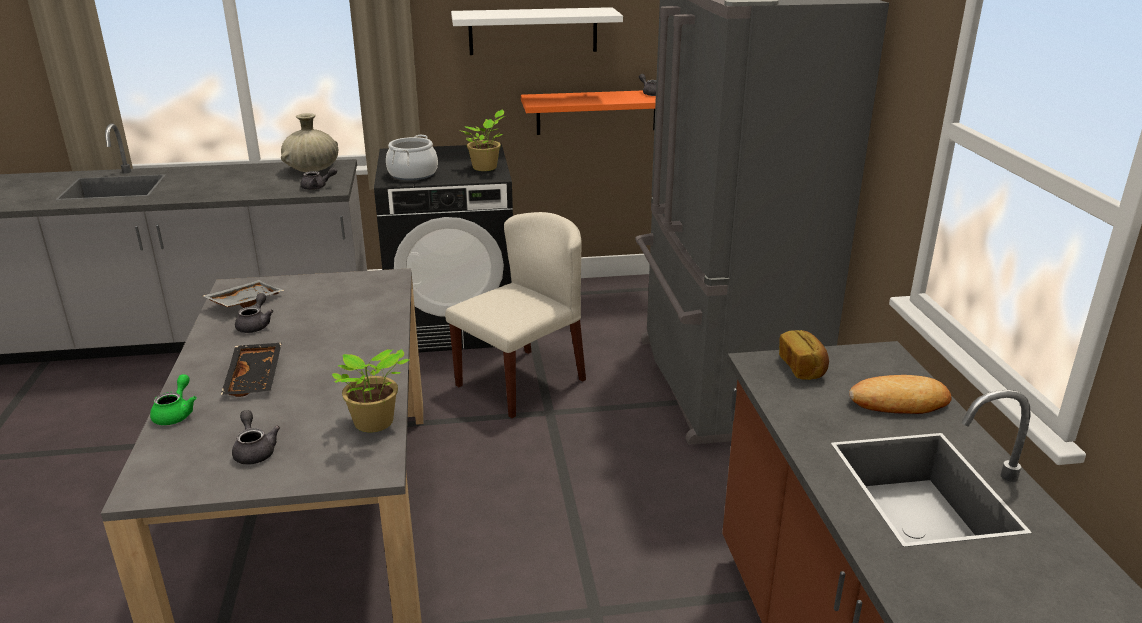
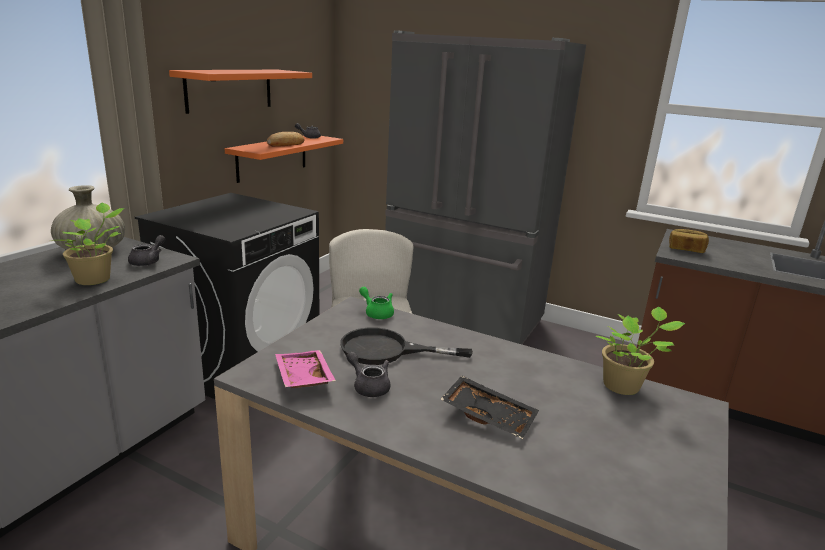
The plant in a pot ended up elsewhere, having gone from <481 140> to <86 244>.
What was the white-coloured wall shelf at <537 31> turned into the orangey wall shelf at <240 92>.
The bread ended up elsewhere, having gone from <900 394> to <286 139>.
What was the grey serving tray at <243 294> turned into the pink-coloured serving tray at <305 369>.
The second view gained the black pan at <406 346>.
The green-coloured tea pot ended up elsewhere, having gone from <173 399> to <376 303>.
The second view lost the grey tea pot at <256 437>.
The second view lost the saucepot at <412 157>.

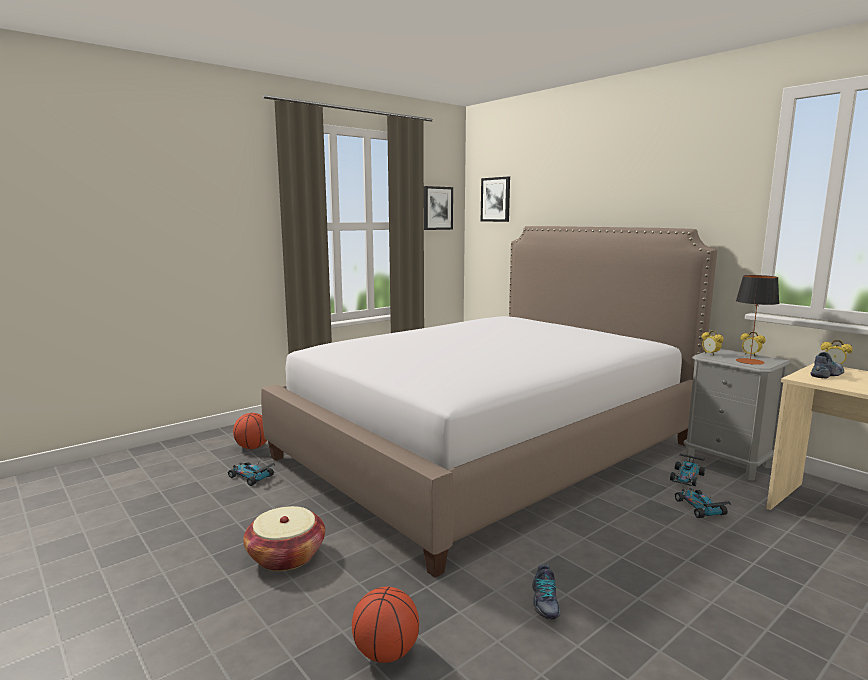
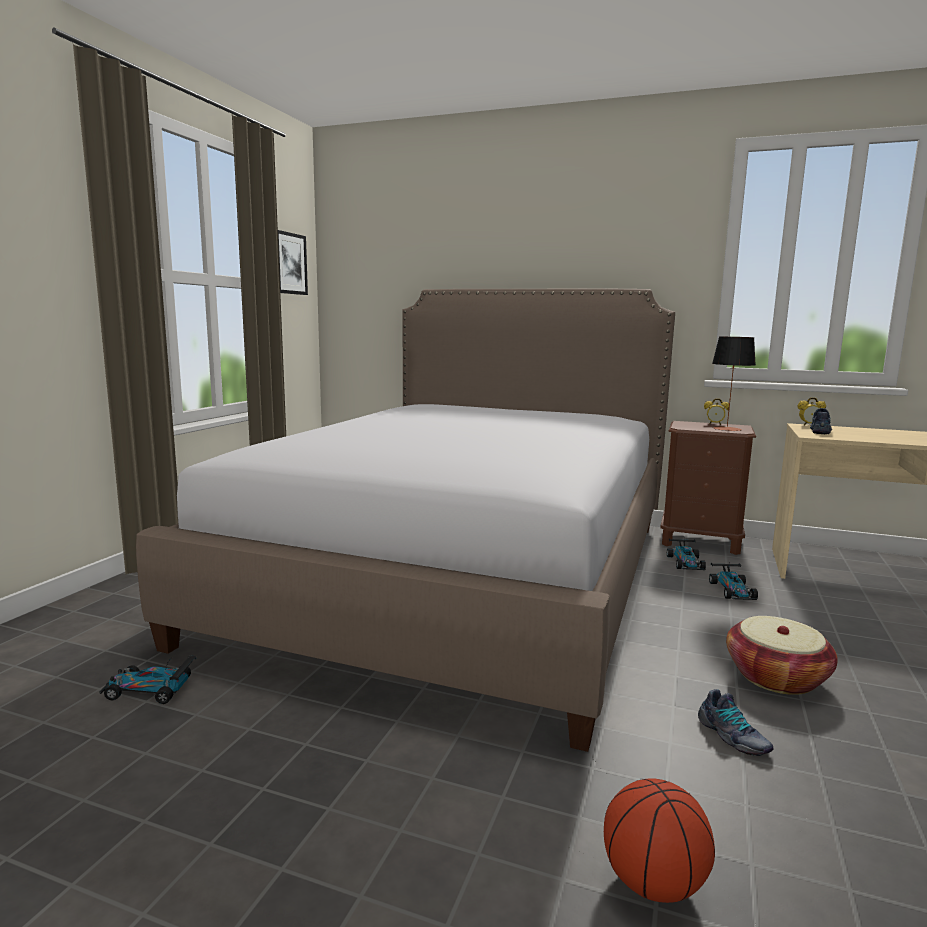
What was the grey nightstand at <737 415> turned into the brown-coloured nightstand at <708 488>.
The toy car at <702 502> ended up facing another way, 135 degrees counterclockwise from before.
The household basket ended up elsewhere, having gone from <284 538> to <782 655>.
The second view lost the basketball at <250 431>.
The second view lost the wall picture at <495 199>.
The second view lost the table clock at <713 343>.

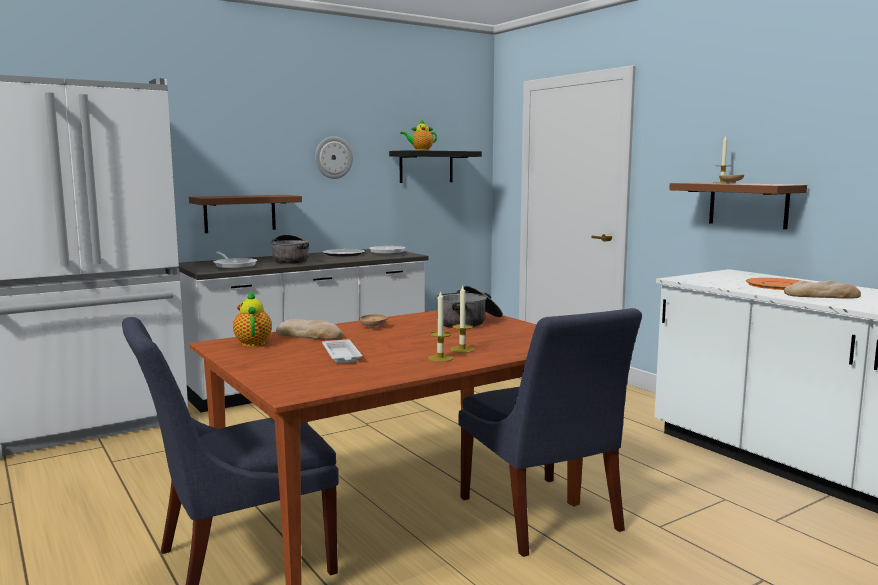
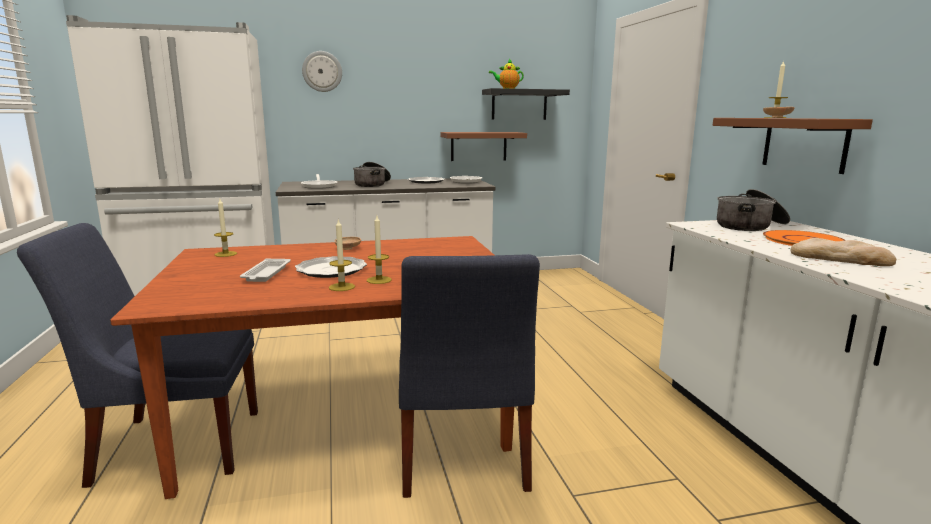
Where the tea pot stood at <252 319>, the wax candle came to stand at <225 228>.
The second view gained the dinner plate at <331 267>.
The hanging clock ended up elsewhere, having gone from <334 157> to <322 71>.
The brown-coloured wall shelf ended up elsewhere, having gone from <245 214> to <484 146>.
The saucepot ended up elsewhere, having gone from <469 307> to <753 210>.
The second view lost the bread at <309 329>.

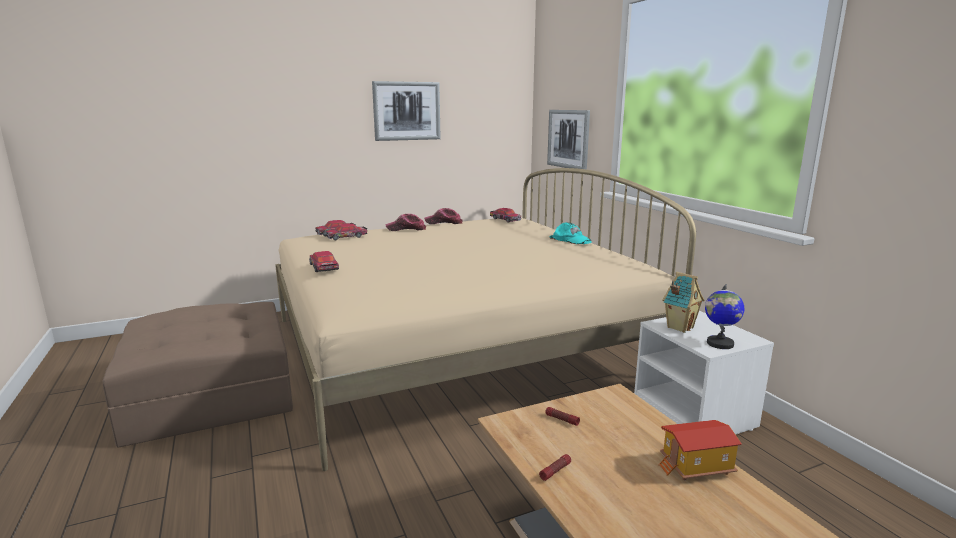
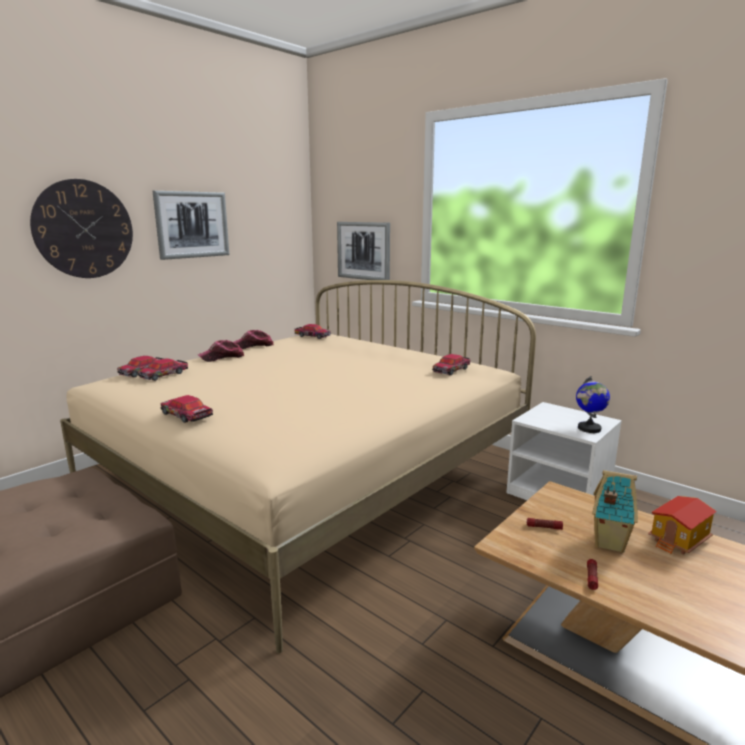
The second view gained the hanging clock at <81 228>.
The second view gained the toy car at <451 364>.
The miniature house ended up elsewhere, having gone from <683 302> to <615 511>.
The second view lost the turquoise-coloured baseball cap at <570 233>.

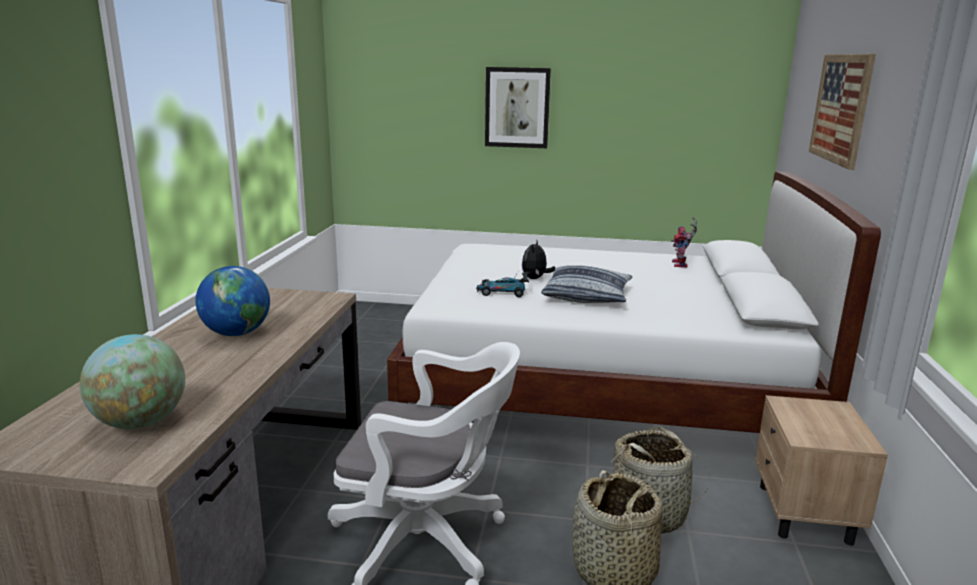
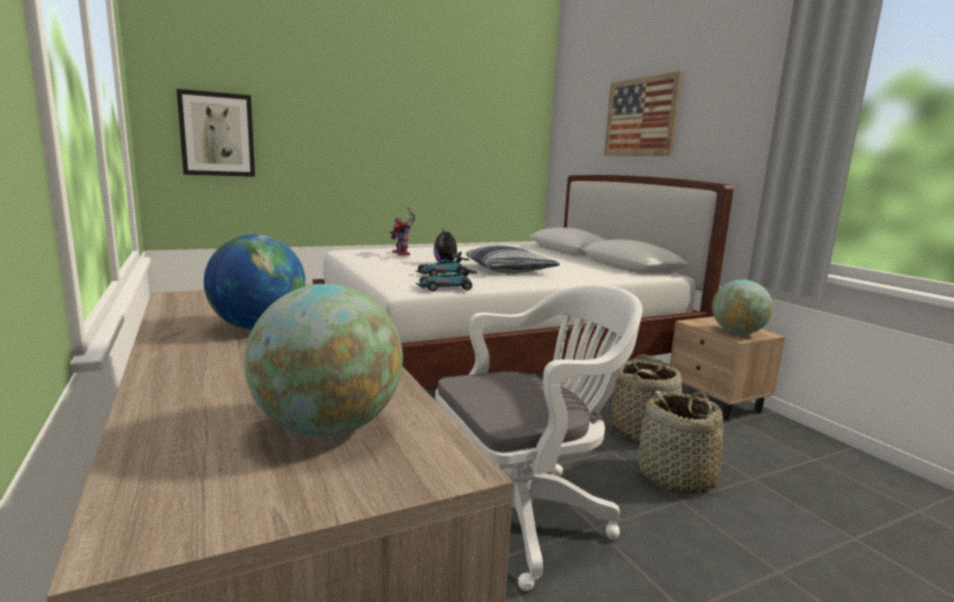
The wall picture ended up elsewhere, having gone from <518 107> to <216 133>.
The model robot ended up elsewhere, having gone from <684 242> to <402 231>.
The second view gained the toy car at <446 279>.
The second view gained the world globe at <742 307>.

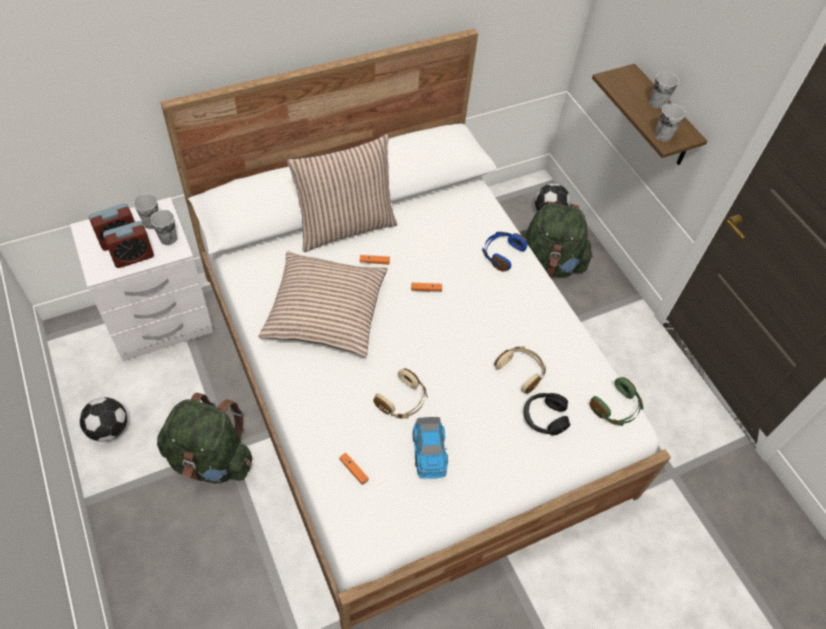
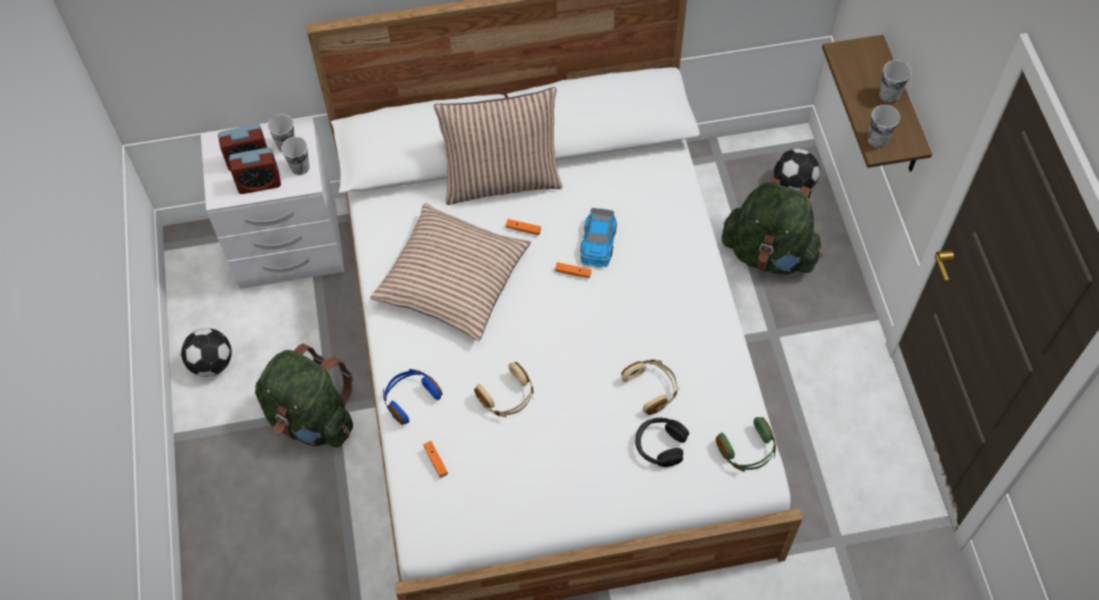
The blue-coloured headset ended up elsewhere, having gone from <505 252> to <412 397>.
The toy car ended up elsewhere, having gone from <430 448> to <598 237>.

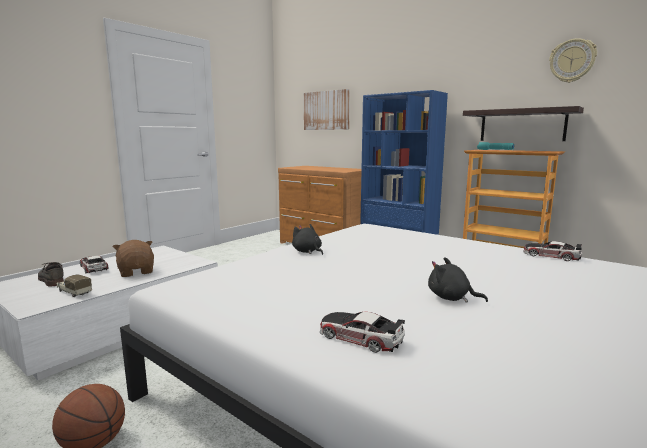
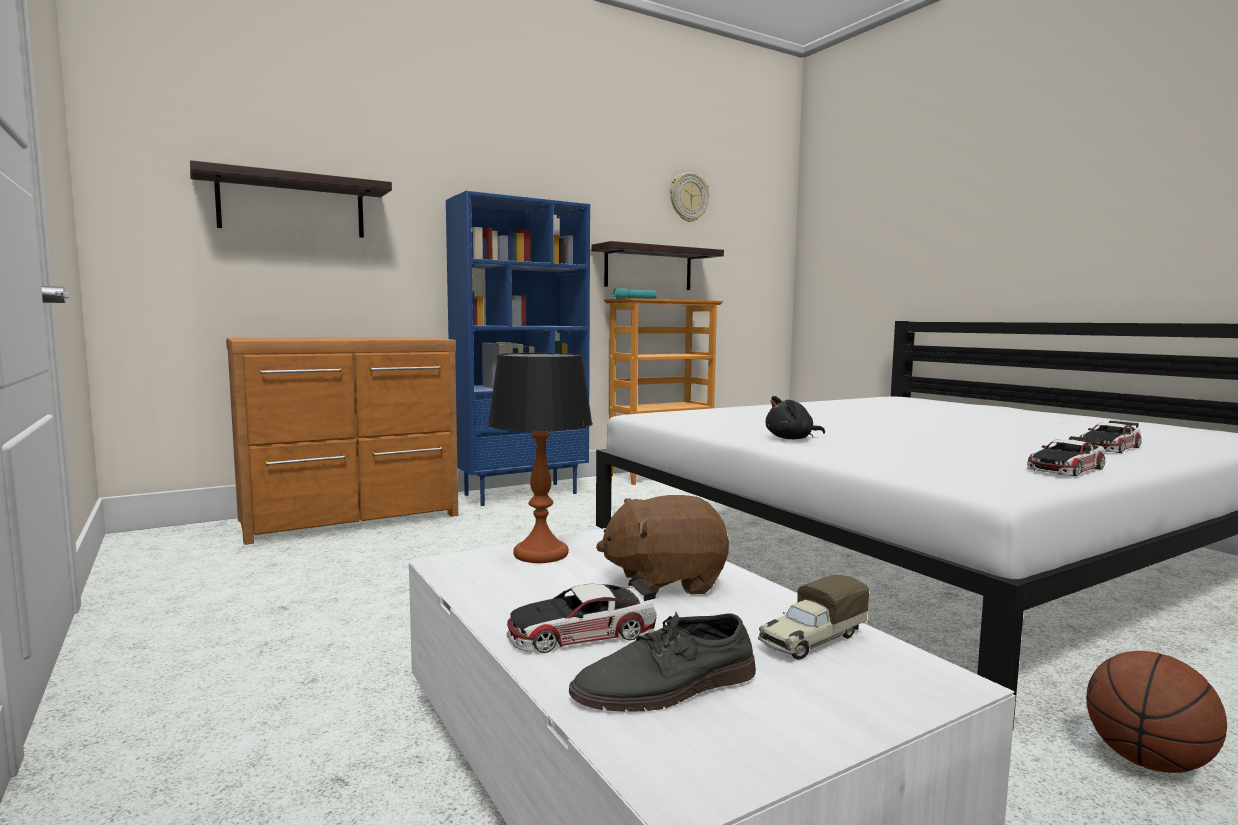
Where the wall picture hung at <327 109>, the wall shelf came to hang at <291 199>.
The second view gained the lamp for a table at <540 458>.
The toy car ended up elsewhere, having gone from <552 251> to <1066 456>.
The second view lost the black soft toy at <458 280>.

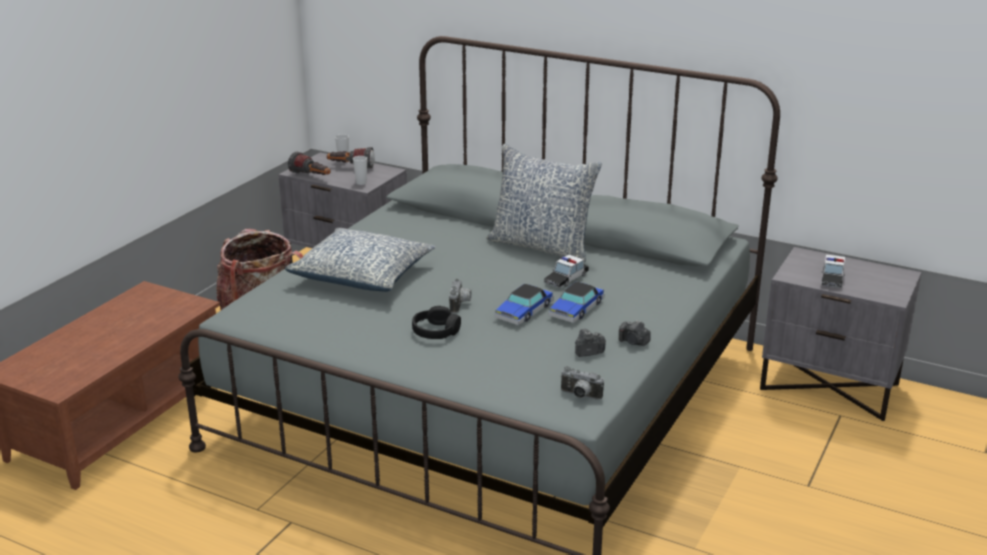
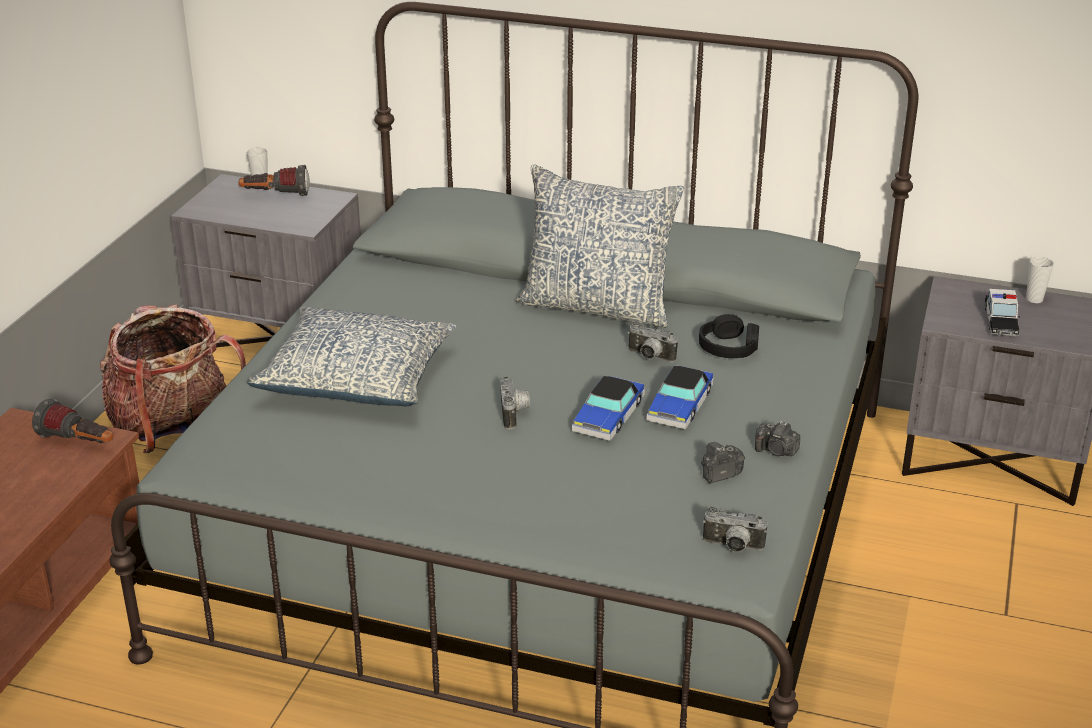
The hand torch ended up elsewhere, having gone from <309 163> to <72 421>.
Where the toy car stood at <566 271>, the photo camera came to stand at <653 341>.
The black headset ended up elsewhere, having gone from <436 322> to <729 336>.
The cup ended up elsewhere, having gone from <360 170> to <1040 280>.

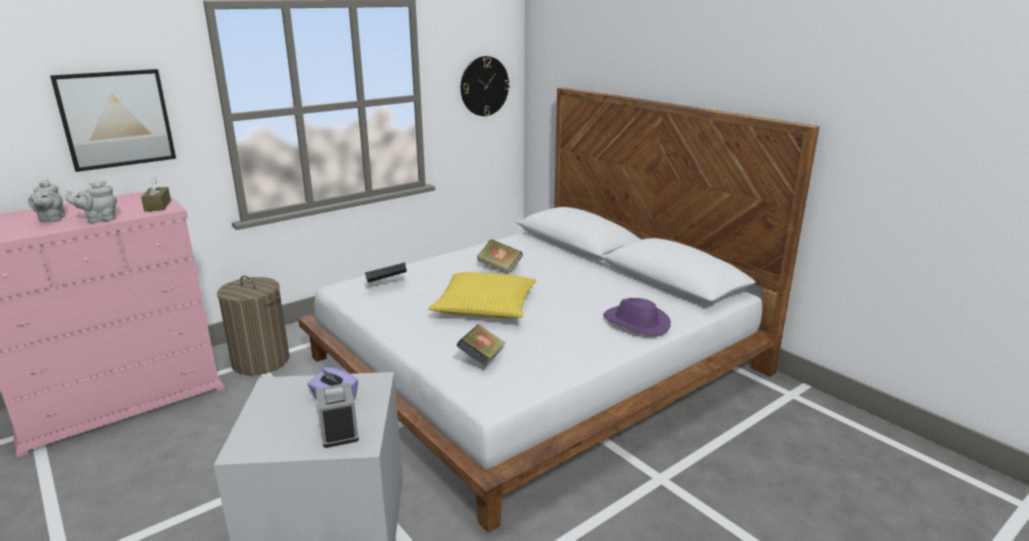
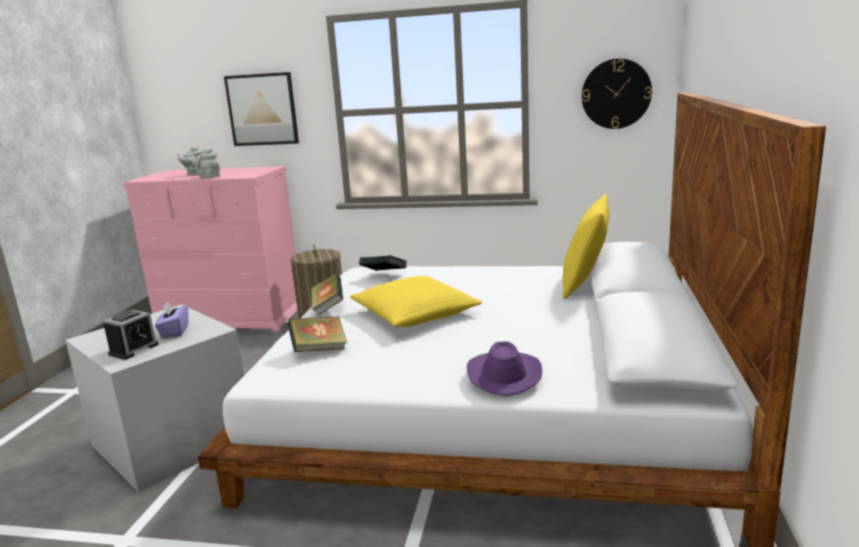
The bound book ended up elsewhere, having gone from <500 257> to <327 294>.
The second view gained the yellow-coloured throw pillow at <586 246>.
The second view lost the brown-coloured tissue box at <156 195>.

